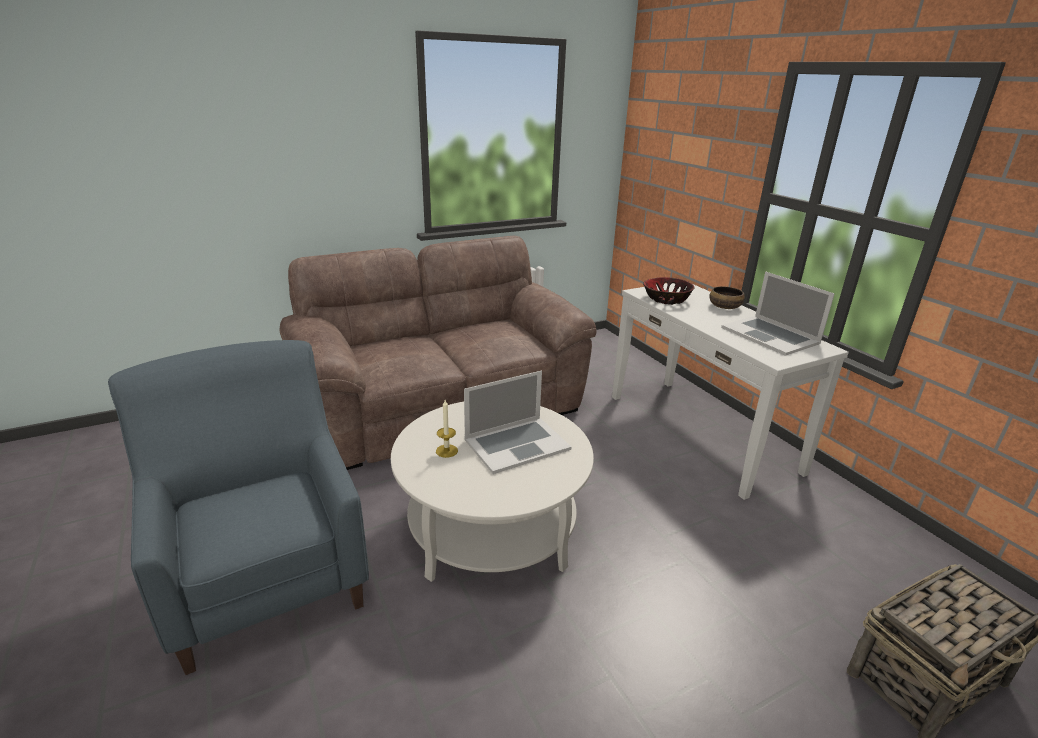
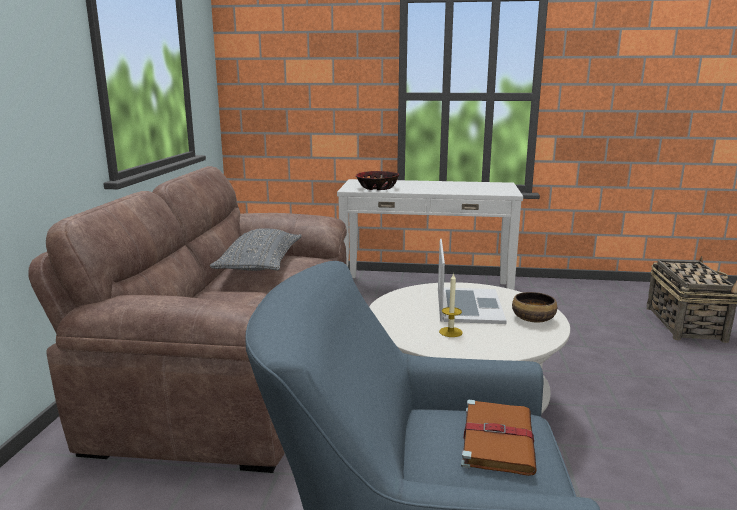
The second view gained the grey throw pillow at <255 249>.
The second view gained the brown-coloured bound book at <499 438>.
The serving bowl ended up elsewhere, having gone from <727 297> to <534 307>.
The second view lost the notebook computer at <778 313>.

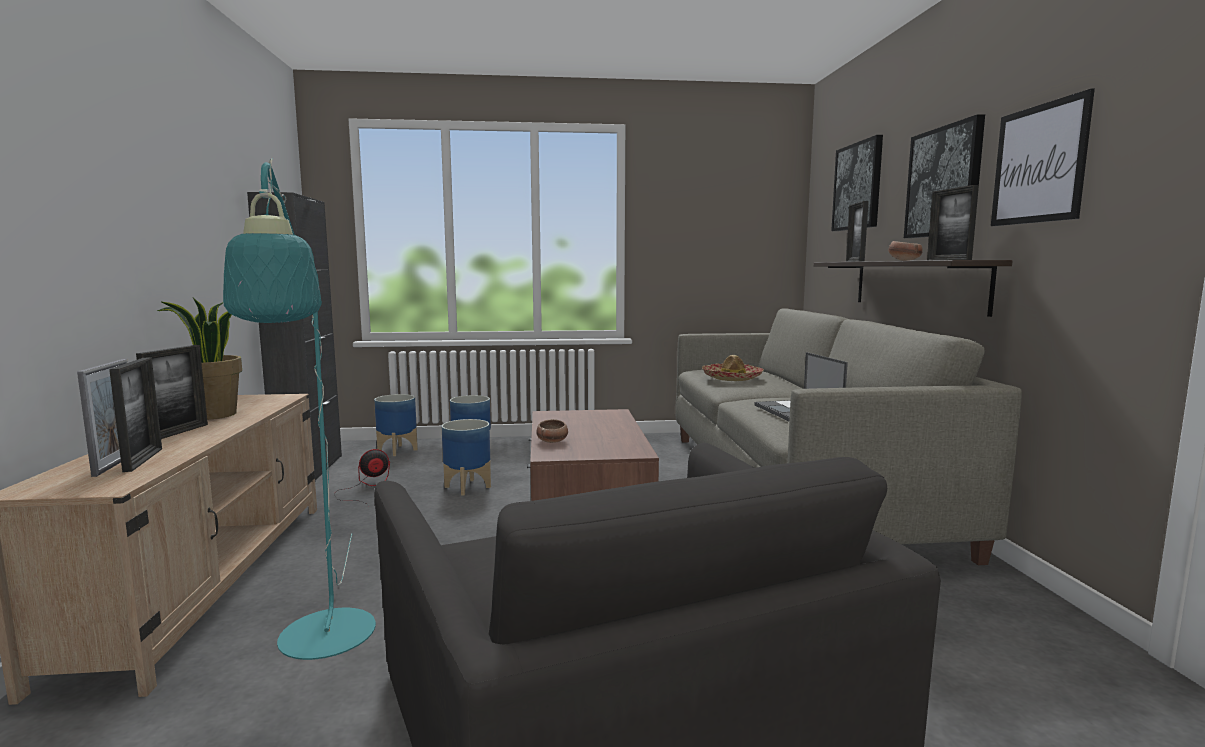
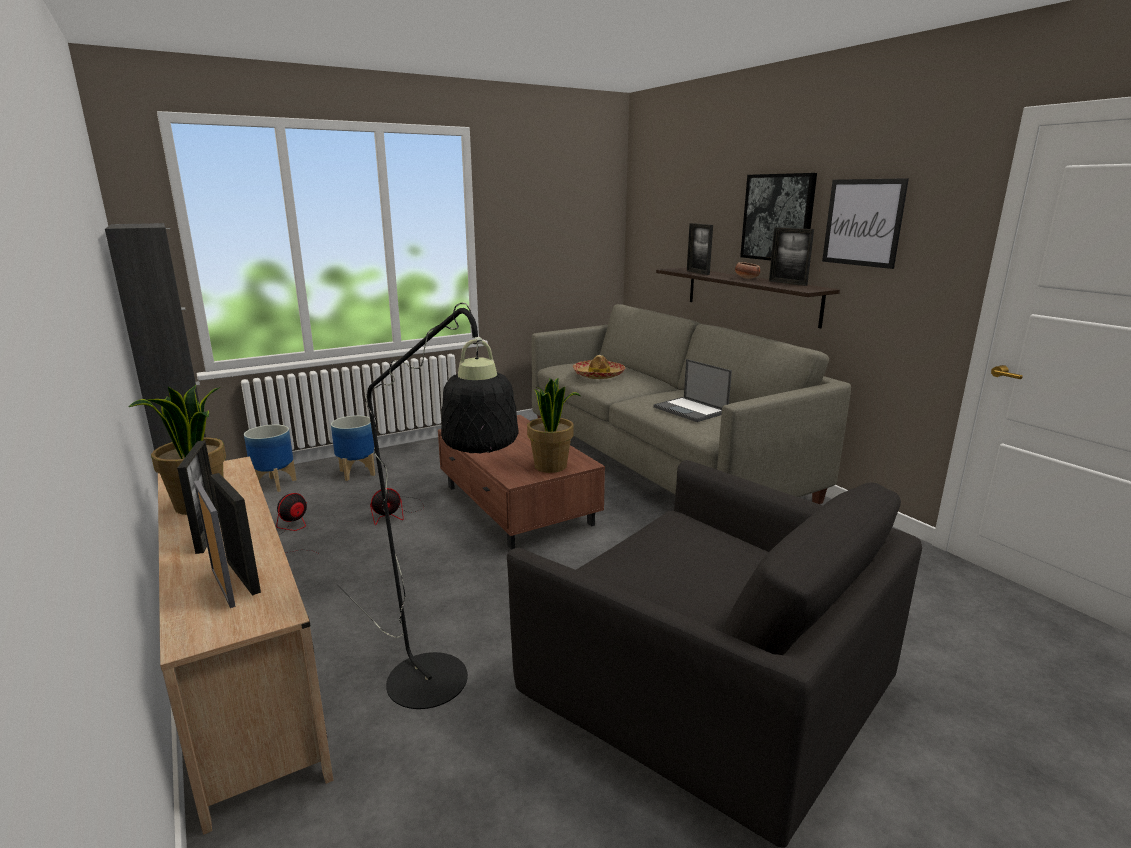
What was the turquoise-coloured standard lamp at <299 409> turned into the black standard lamp at <427 505>.
Where the flower pot stood at <466 457>, the cooling fan came to stand at <397 506>.
The second view gained the plant in a pot at <554 425>.
The second view lost the serving bowl at <552 431>.
The second view lost the wall picture at <857 183>.

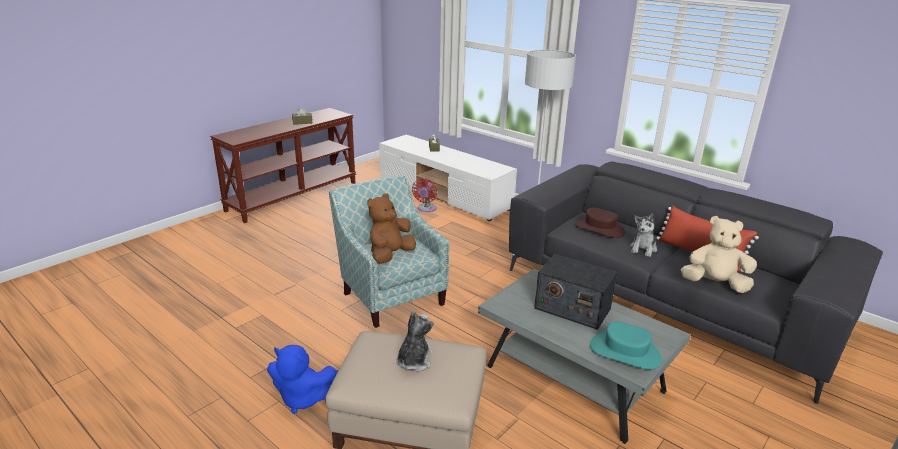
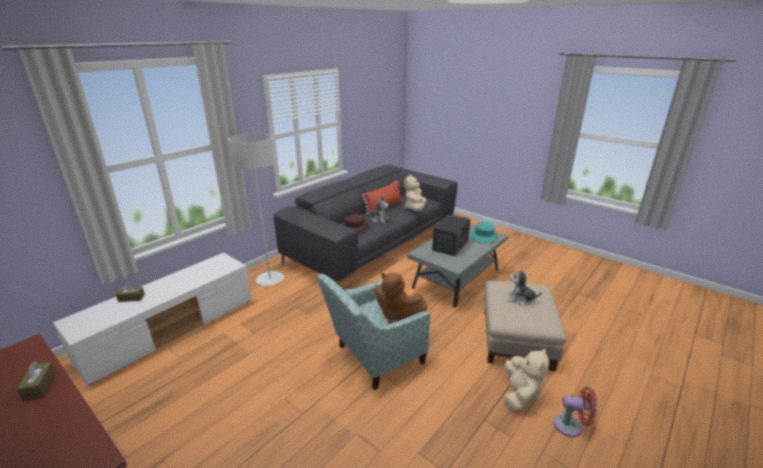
What was the blue-coloured soft toy at <302 379> turned into the beige soft toy at <526 379>.
The red-coloured cooling fan ended up elsewhere, having gone from <424 195> to <575 412>.

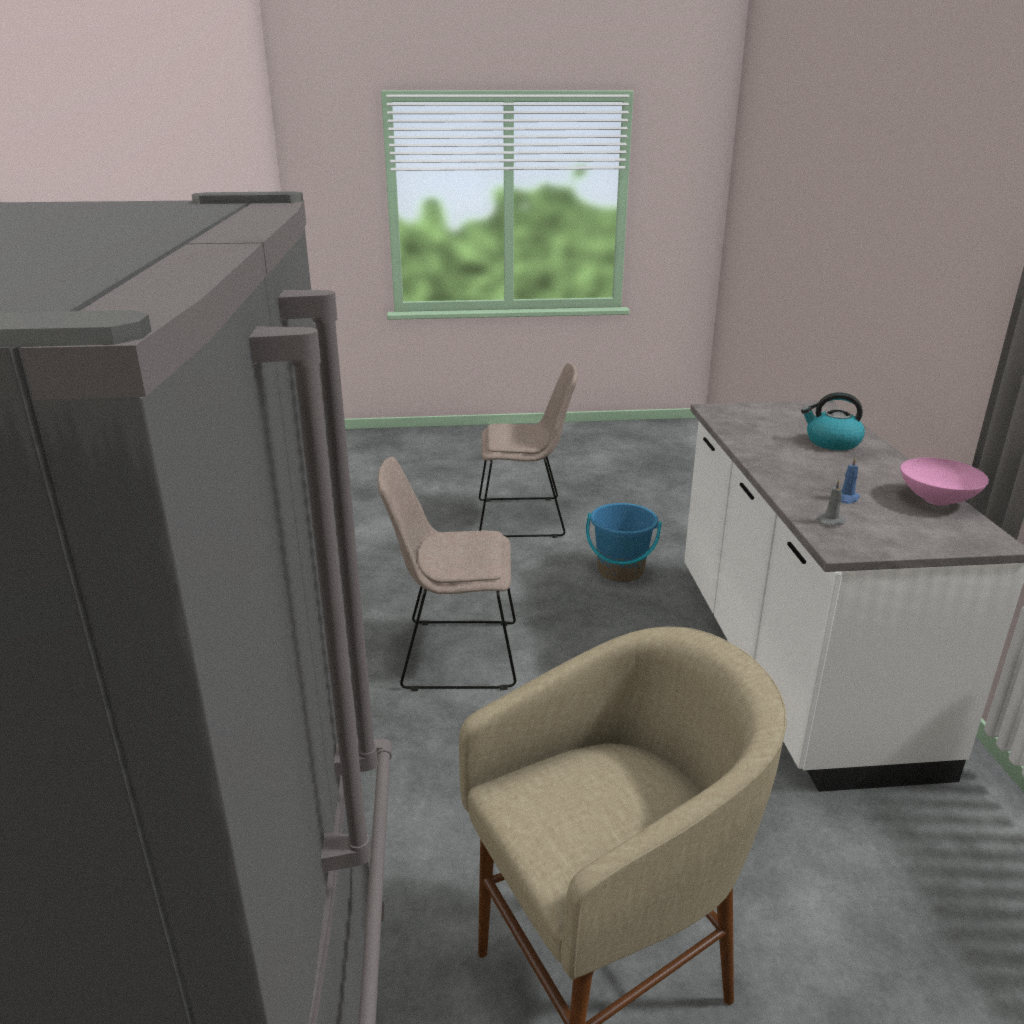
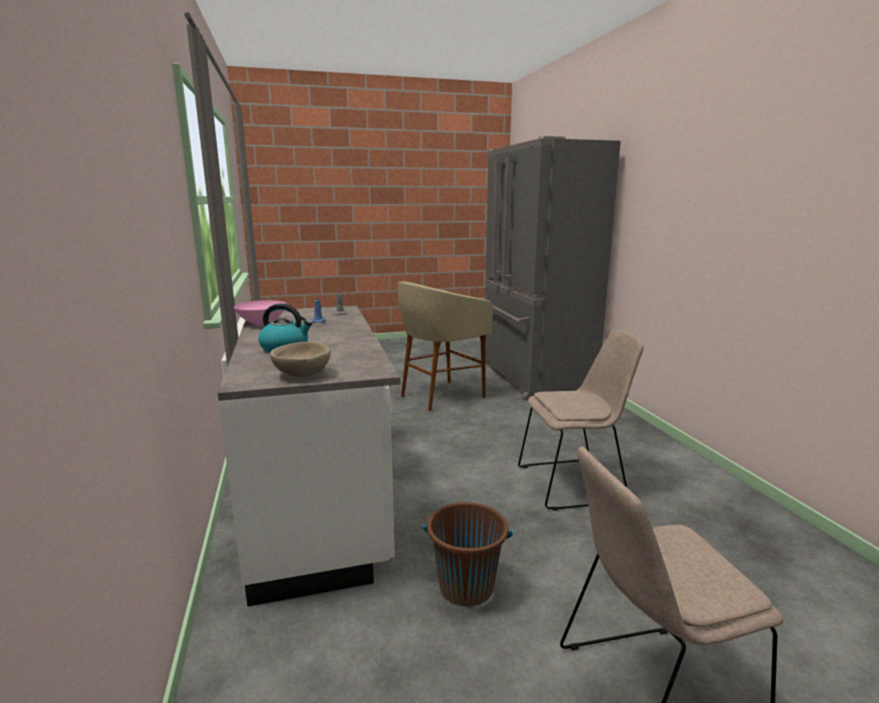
The second view gained the beige serving bowl at <300 359>.
What was the blue-coloured bucket at <624 542> turned into the brown-coloured bucket at <468 554>.

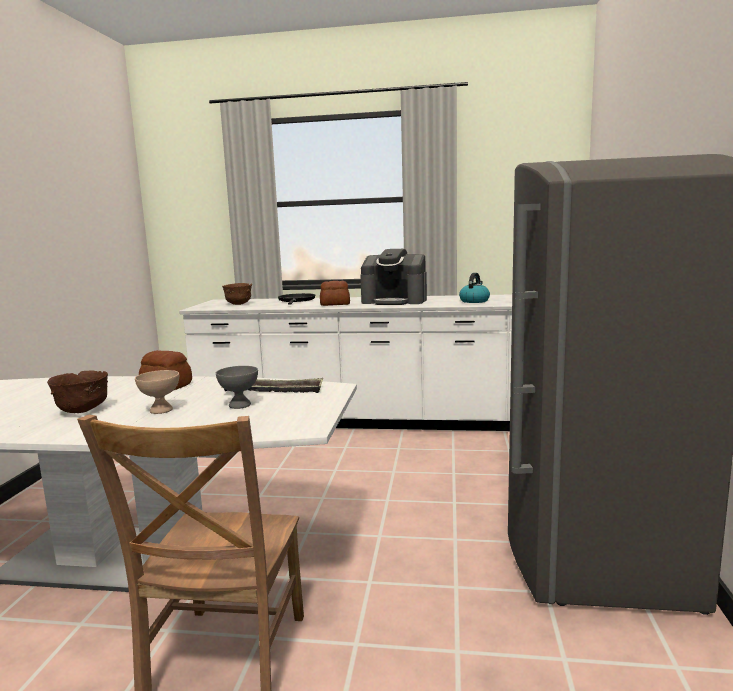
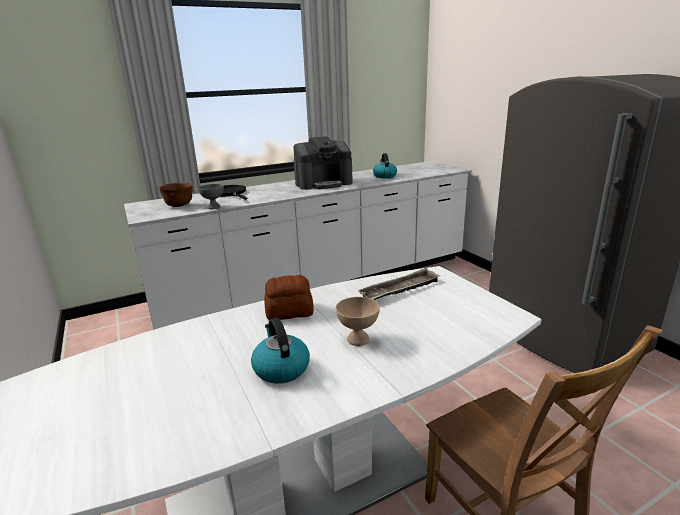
The grey serving bowl ended up elsewhere, having gone from <237 387> to <211 196>.
Where the brown-coloured serving bowl stood at <77 391>, the tea kettle came to stand at <280 351>.
The second view lost the bread at <335 293>.

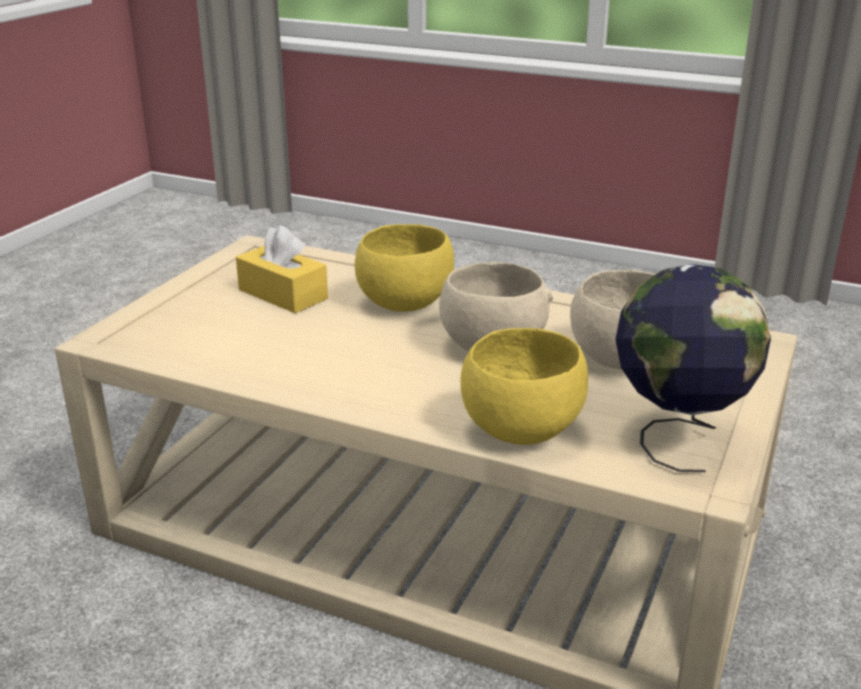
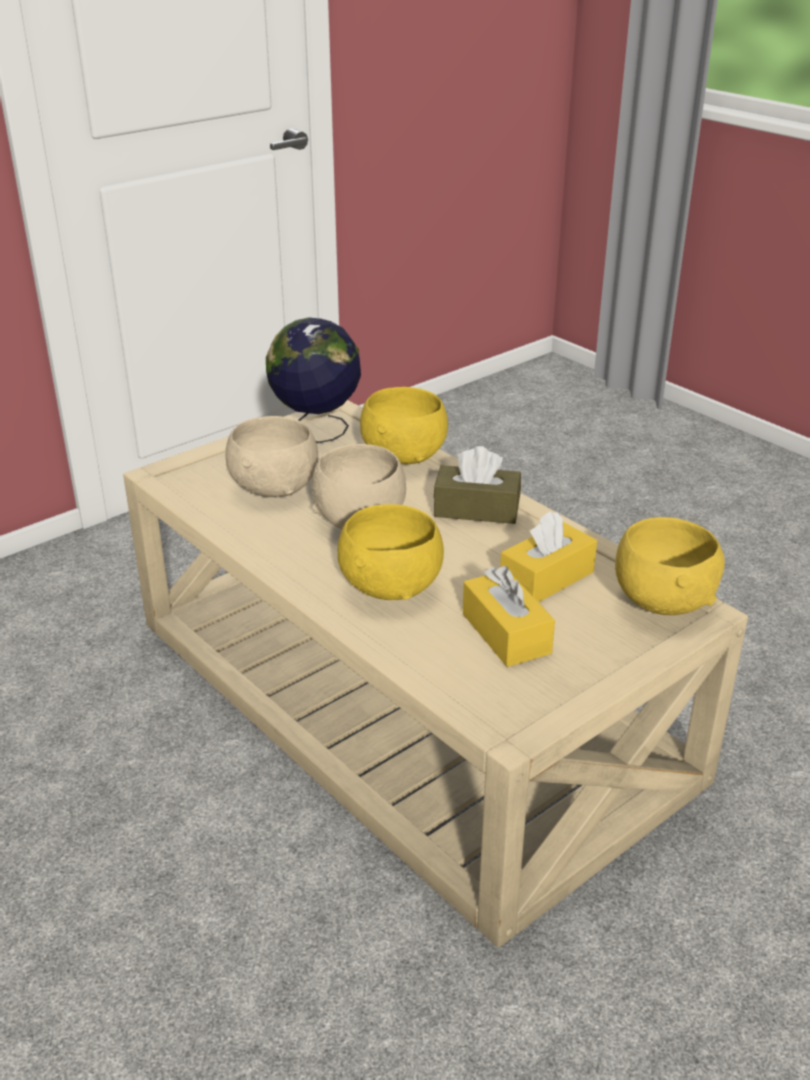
The second view gained the brown-coloured tissue box at <477 485>.
The second view gained the yellow-coloured tissue box at <548 556>.
The second view gained the yellow-coloured serving bowl at <670 566>.

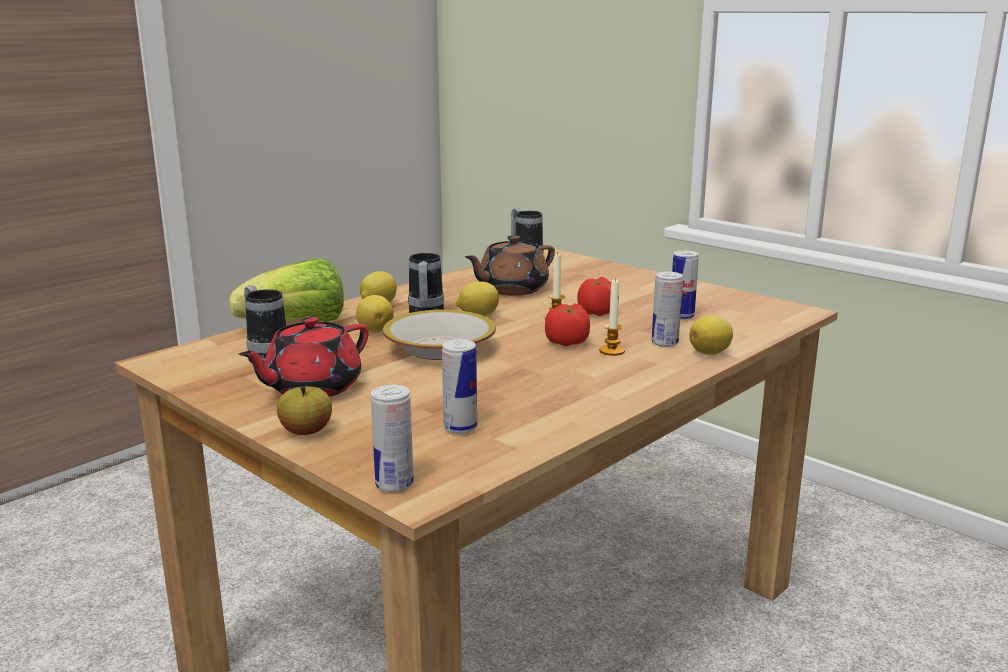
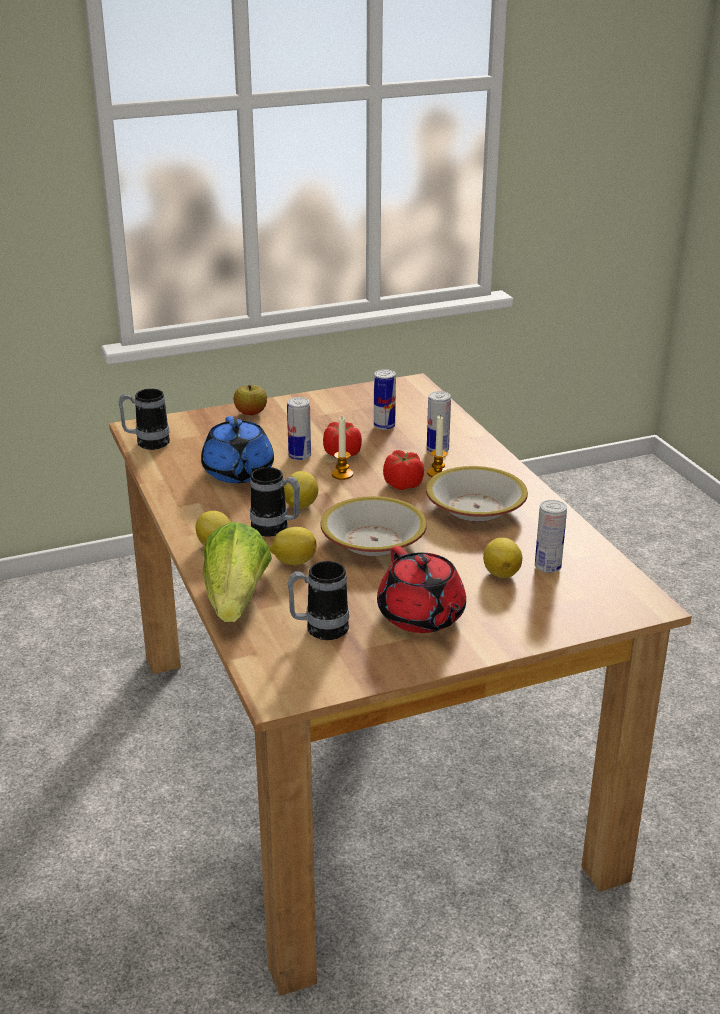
What was the brown-coloured tea pot at <510 265> turned into the blue-coloured tea pot at <237 449>.
The apple ended up elsewhere, having gone from <304 410> to <250 400>.
The metal can ended up elsewhere, having gone from <392 438> to <299 428>.
The second view gained the serving bowl at <477 494>.
The lemon ended up elsewhere, having gone from <711 335> to <502 558>.

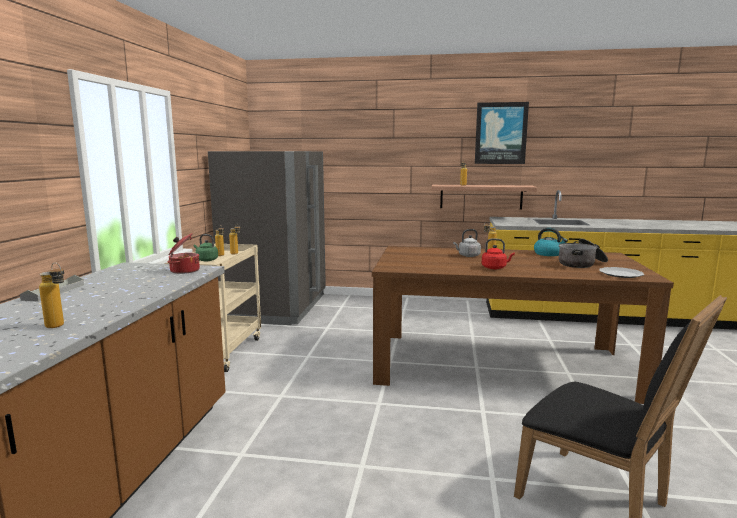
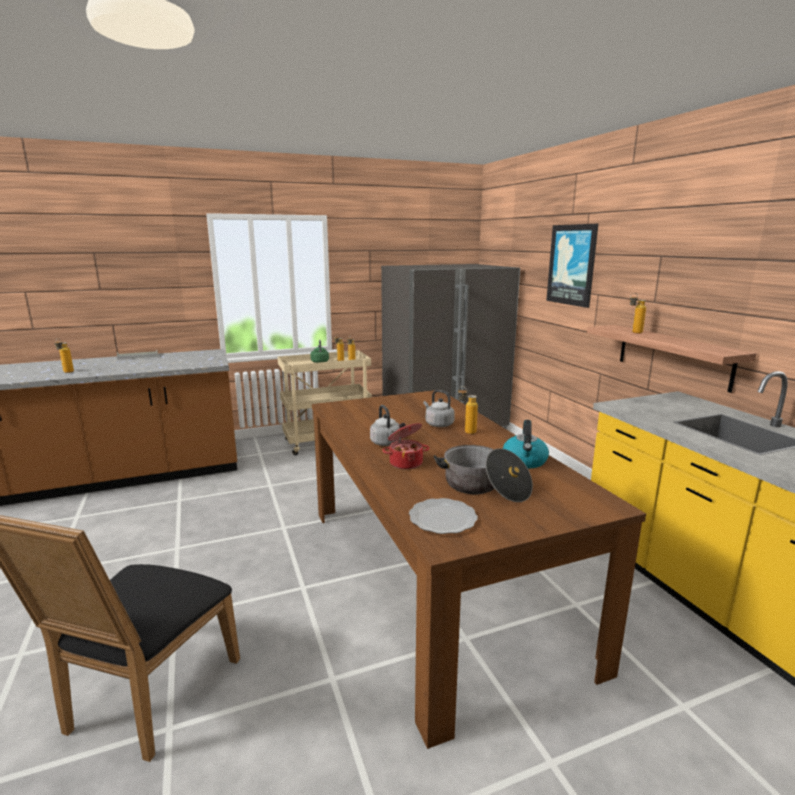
What was the red-coloured tea kettle at <498 253> turned into the grey tea kettle at <385 425>.
The saucepot ended up elsewhere, having gone from <183 253> to <406 446>.
The wall picture ended up elsewhere, having gone from <502 133> to <572 266>.

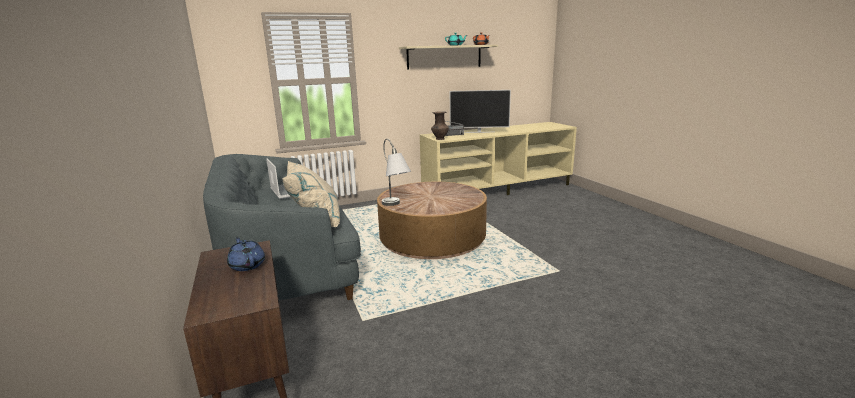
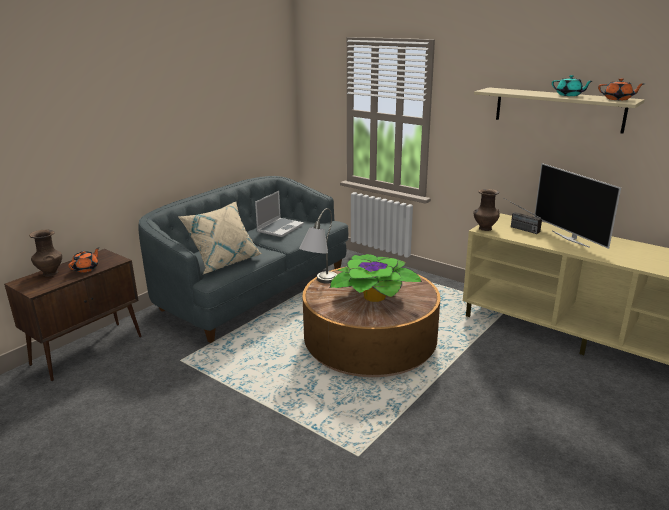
The second view gained the brown-coloured decorative vase at <45 253>.
What was the blue-coloured tea pot at <246 254> turned into the orangey tea pot at <83 260>.
The second view gained the plant in a pot at <376 278>.

